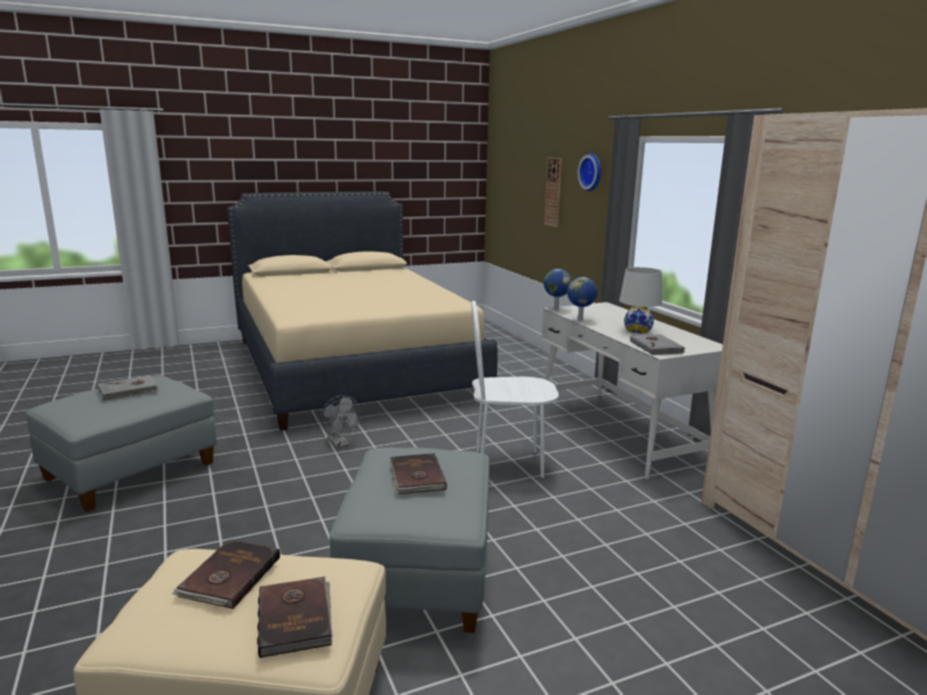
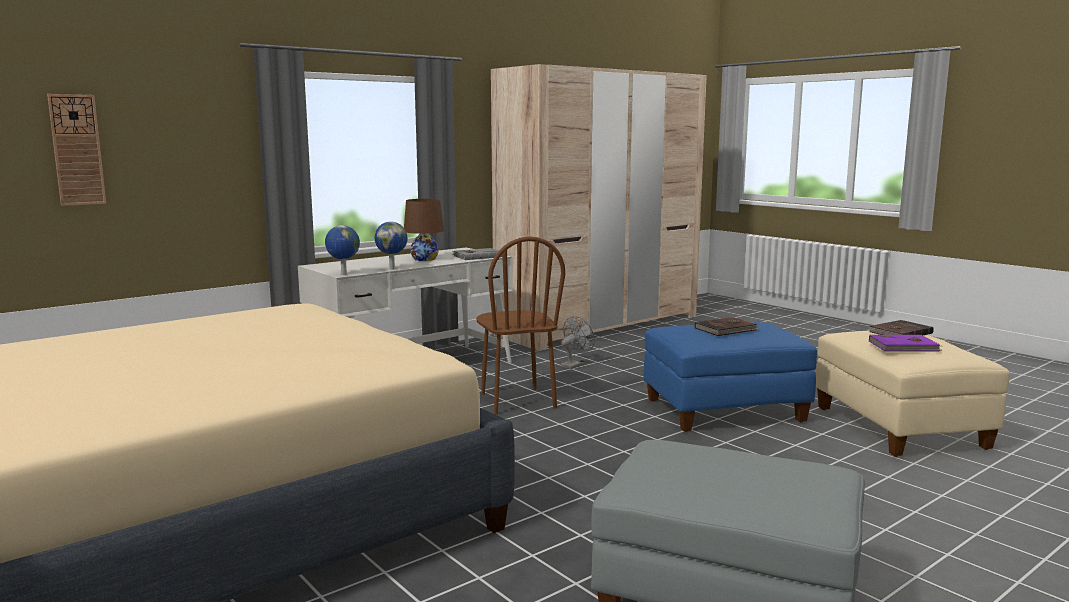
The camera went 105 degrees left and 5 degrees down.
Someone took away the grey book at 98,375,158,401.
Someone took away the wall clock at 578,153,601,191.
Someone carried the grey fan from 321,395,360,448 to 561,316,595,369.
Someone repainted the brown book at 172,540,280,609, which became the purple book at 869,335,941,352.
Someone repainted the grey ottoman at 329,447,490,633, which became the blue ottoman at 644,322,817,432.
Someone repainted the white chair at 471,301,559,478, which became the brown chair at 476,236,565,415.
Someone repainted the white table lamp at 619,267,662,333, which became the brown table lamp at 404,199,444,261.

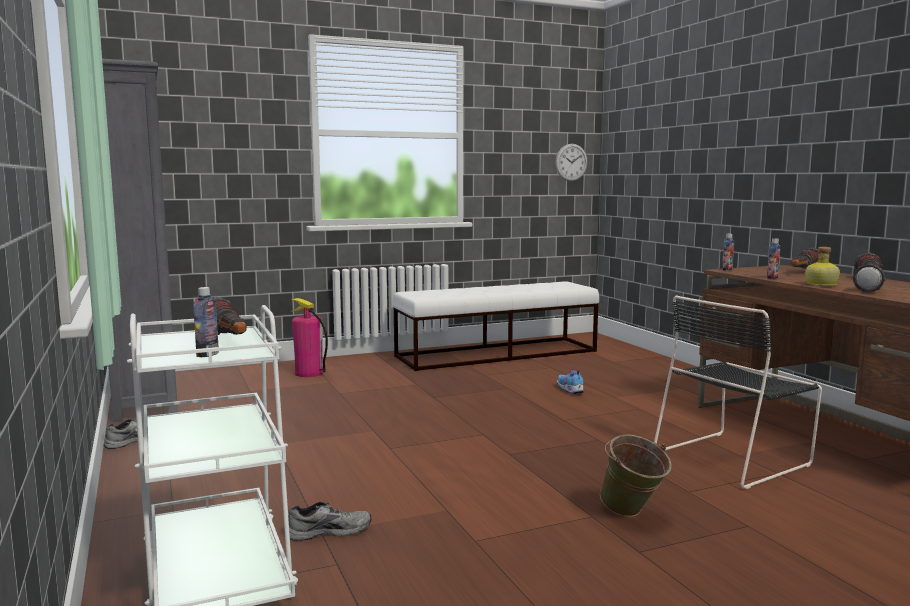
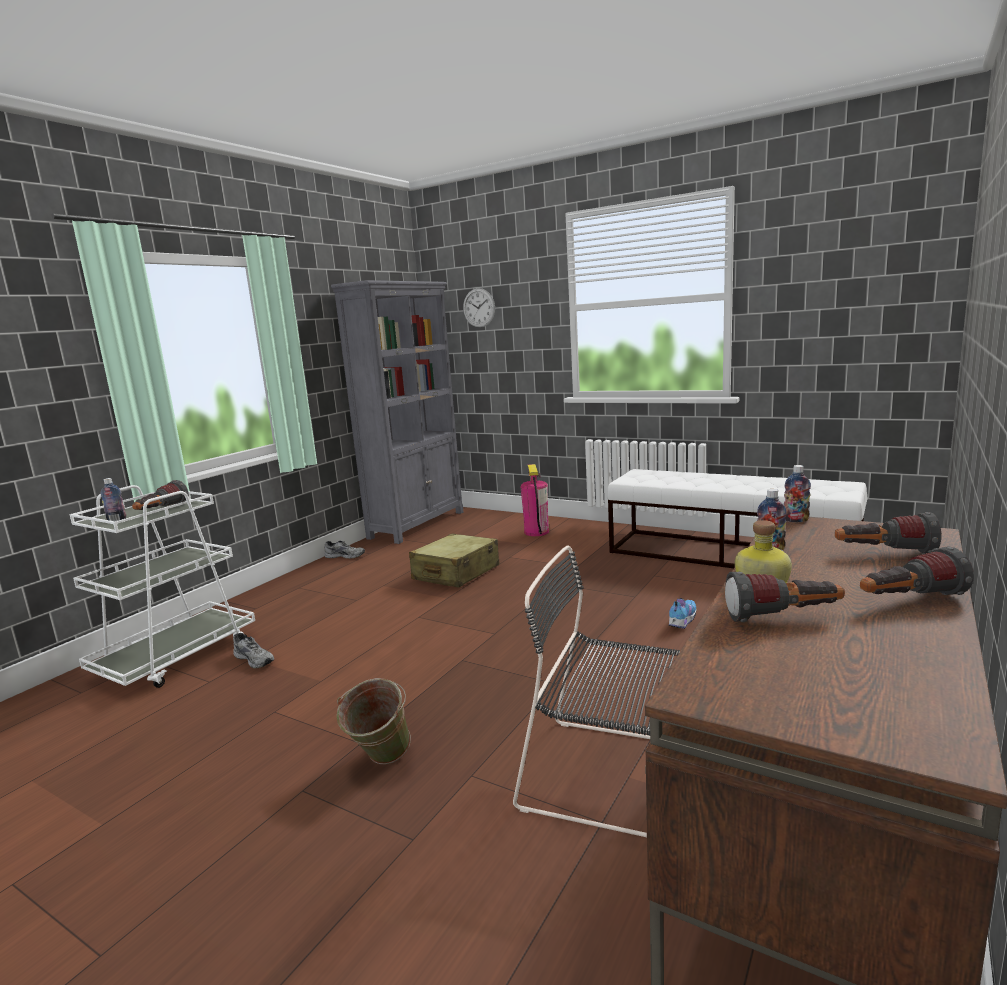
The camera went 55 degrees right and 5 degrees up.
Someone put down the beige suitcase at 409,533,499,587.
Someone carried the wall clock from 555,144,587,181 to 463,288,495,328.

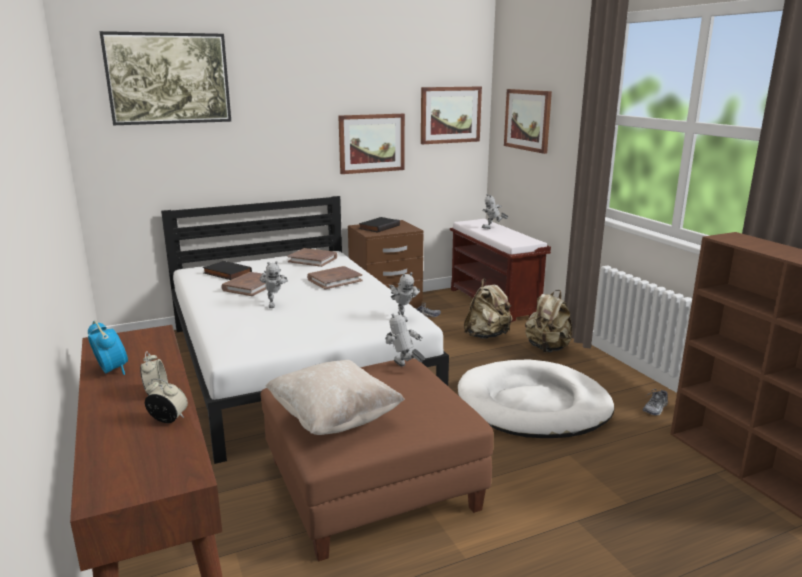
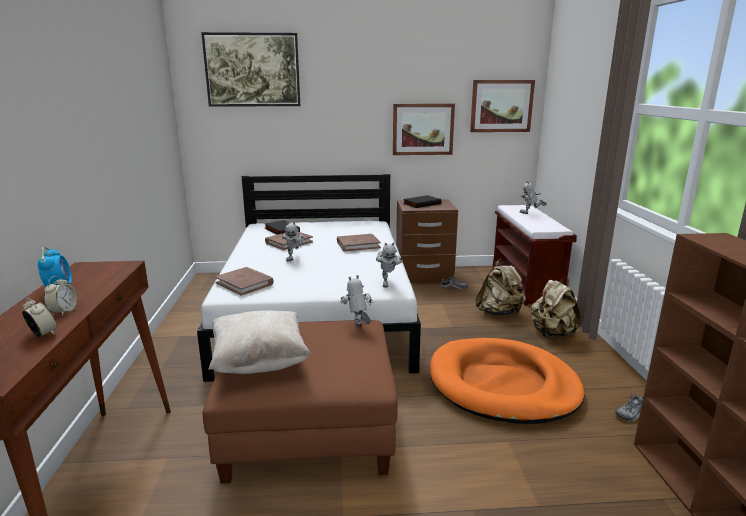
The camera went 20 degrees right and 0 degrees up.
Someone took away the picture at 504,89,552,154.
Someone carried the brown book from 287,248,337,267 to 215,267,274,296.
Someone repainted the white dog bed at 458,360,614,438, which became the orange dog bed at 430,338,585,424.

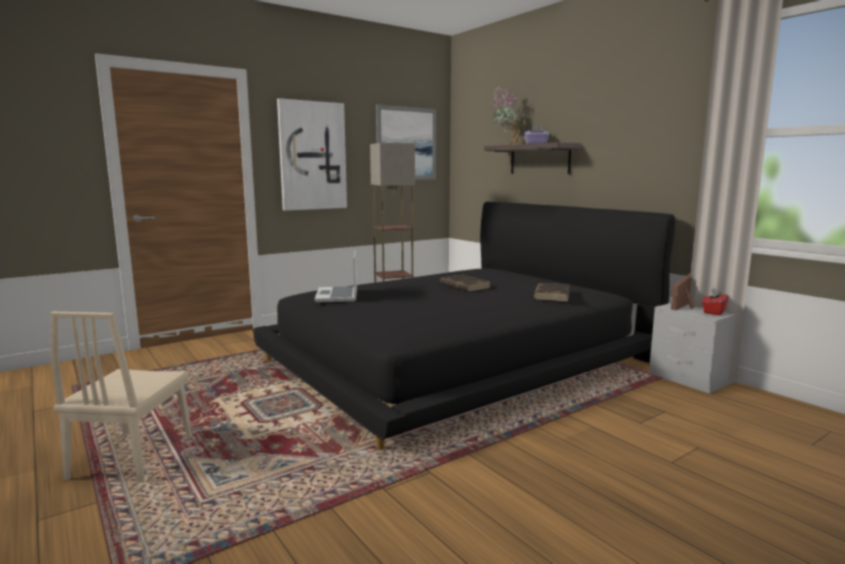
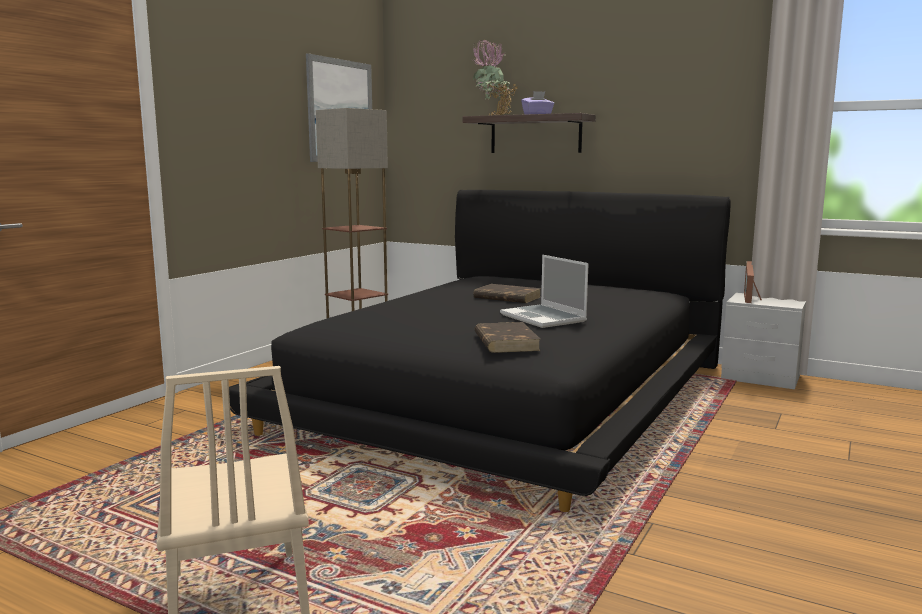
The camera went 25 degrees left and 0 degrees up.
Someone took away the picture at 277,98,347,211.
Someone took away the red tissue box at 702,288,728,315.
Someone carried the laptop from 314,250,357,302 to 500,255,589,328.
Someone carried the brown book from 534,283,570,302 to 475,322,541,353.

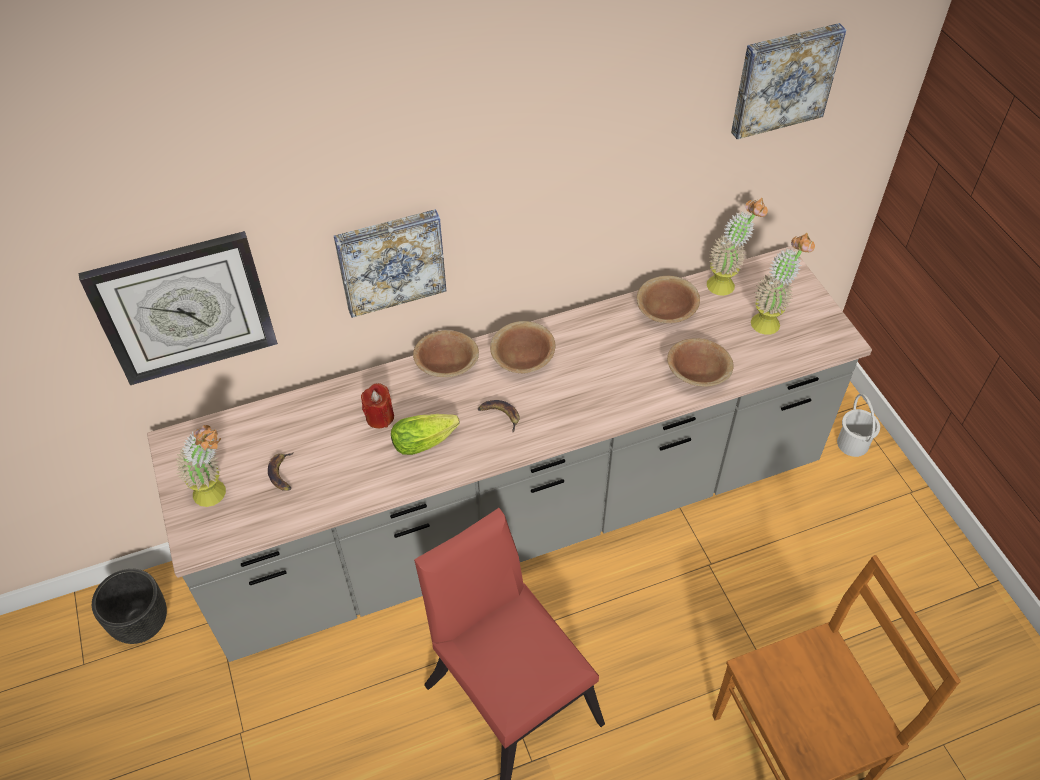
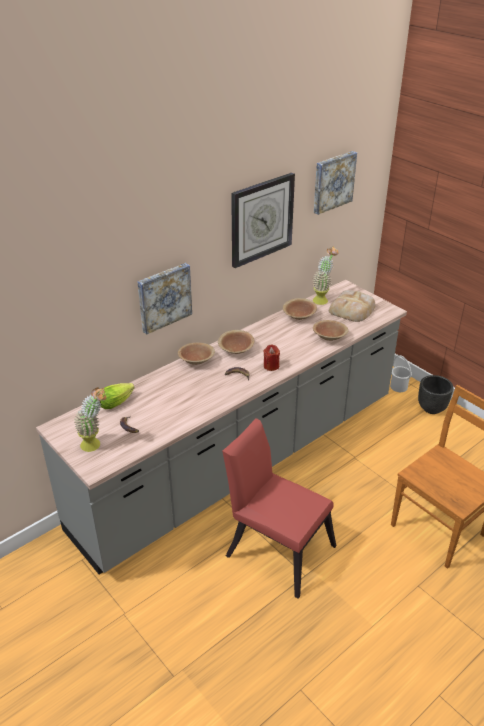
The camera went 20 degrees left and 15 degrees down.
Someone carried the wall clock from 78,231,278,385 to 231,173,295,268.
Someone carried the black planter from 92,569,167,644 to 418,375,453,414.
Someone carried the red candle from 361,383,394,428 to 264,345,280,371.
Someone carried the lettuce from 391,414,460,455 to 100,383,135,409.
Someone swapped the potted plant at 751,233,815,335 for the bread at 329,290,376,322.

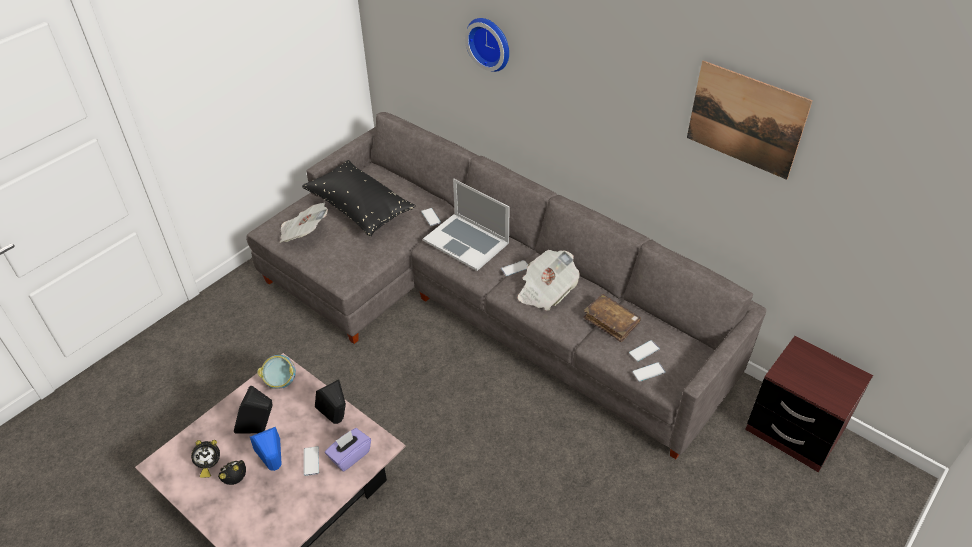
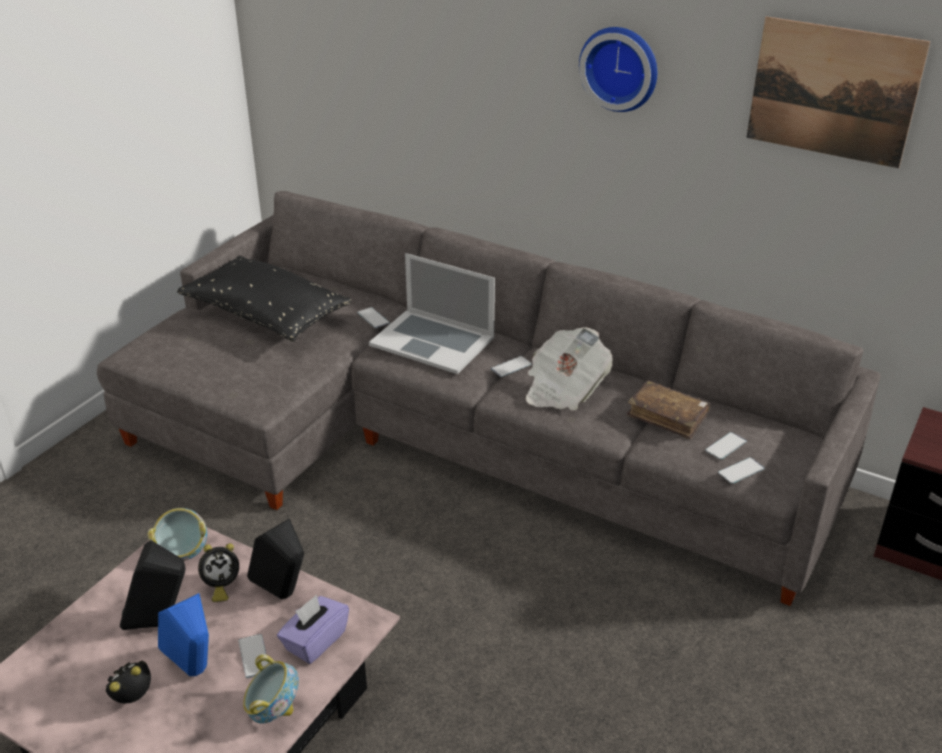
The camera went 10 degrees left and 10 degrees down.
Someone took away the newspaper at 280,202,328,243.
Someone put down the bowl at 243,654,299,724.
Someone carried the alarm clock from 191,440,220,478 to 198,543,239,602.
Someone carried the wall clock from 465,18,509,72 to 579,27,657,112.

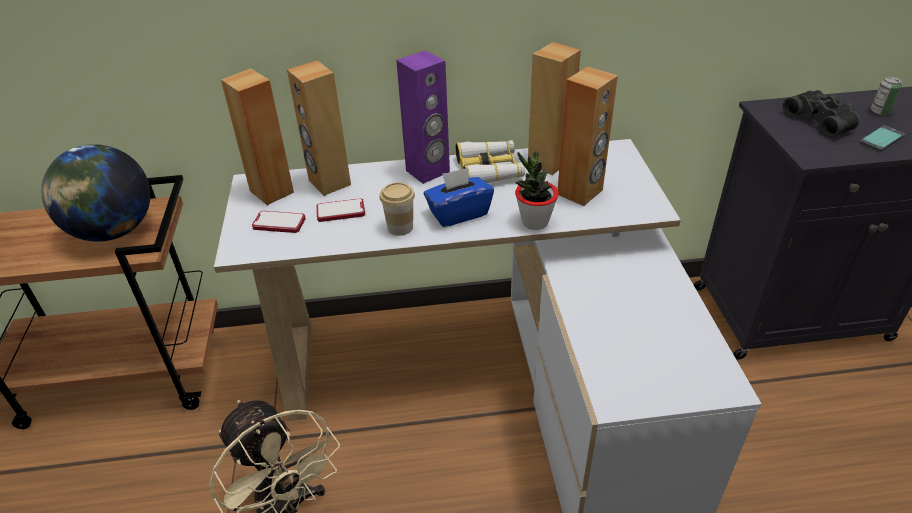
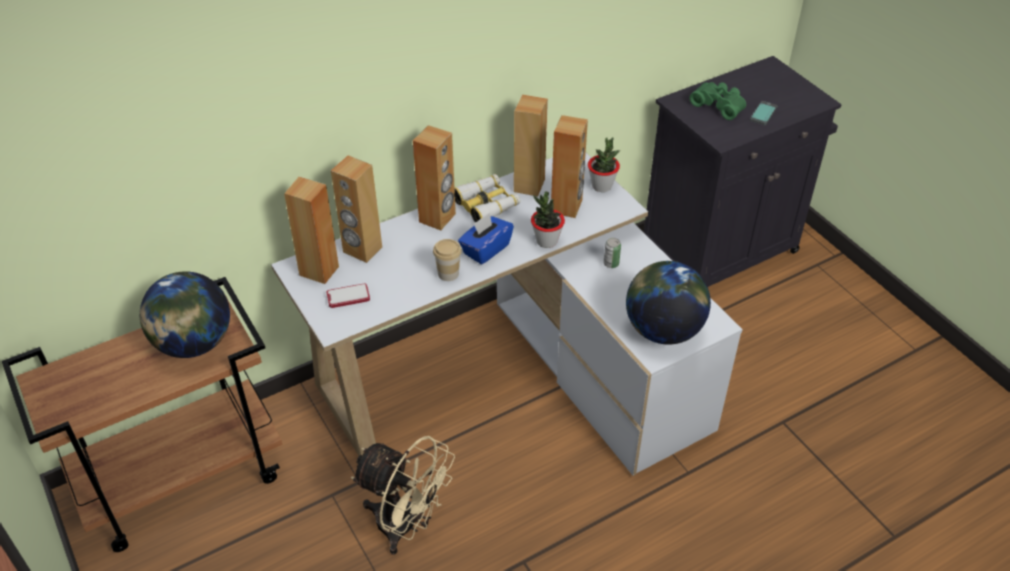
The camera went 25 degrees left and 5 degrees up.
Someone took away the phone at 316,198,365,222.
Someone put down the potted plant at 588,137,620,192.
Someone put down the globe at 626,261,711,345.
Someone carried the can from 871,76,902,115 to 604,238,621,268.
Someone repainted the purple speaker at 396,51,450,184, which became the brown speaker at 413,125,456,230.
Someone repainted the black binoculars at 783,90,859,138, which became the green binoculars at 689,82,746,120.

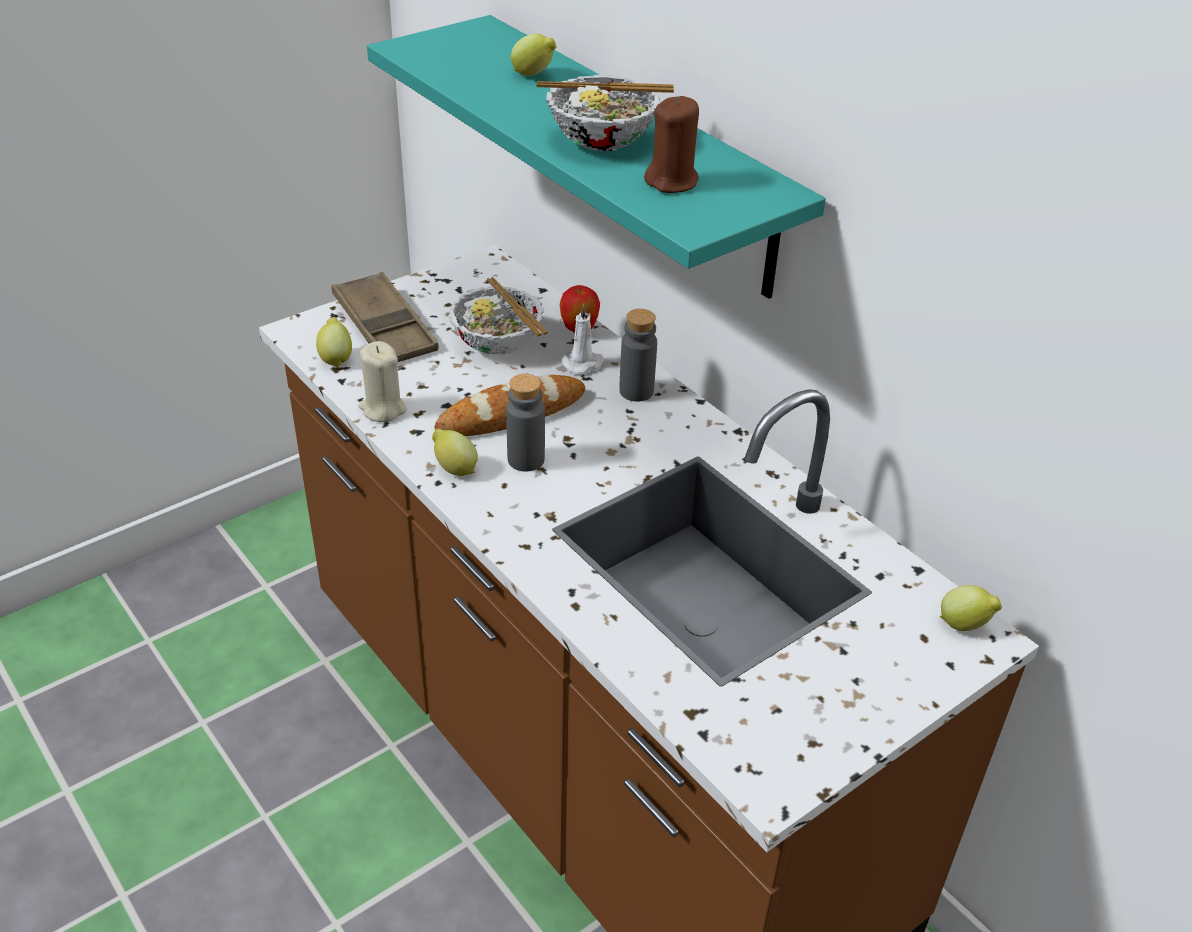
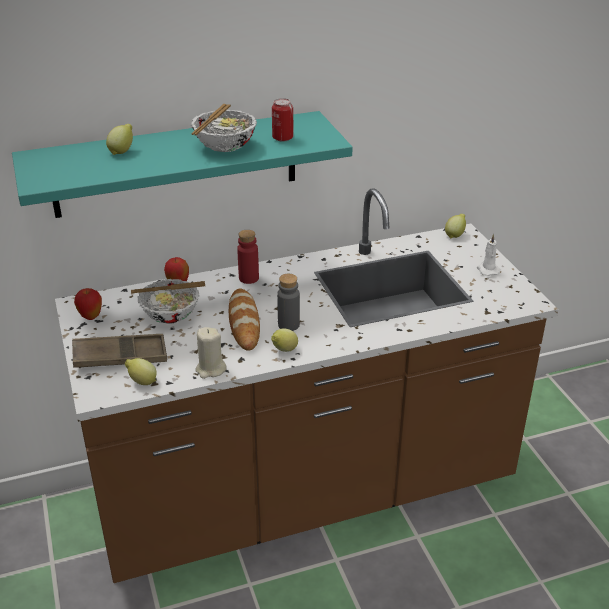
The camera went 70 degrees left and 5 degrees down.
Someone put down the apple at 74,288,102,320.
Someone carried the white candle from 562,304,604,374 to 477,234,501,276.
Someone swapped the brown candle at 644,96,699,193 for the can at 272,98,294,142.
Someone repainted the grey bottle at 619,309,657,402, which became the red bottle at 237,230,259,284.

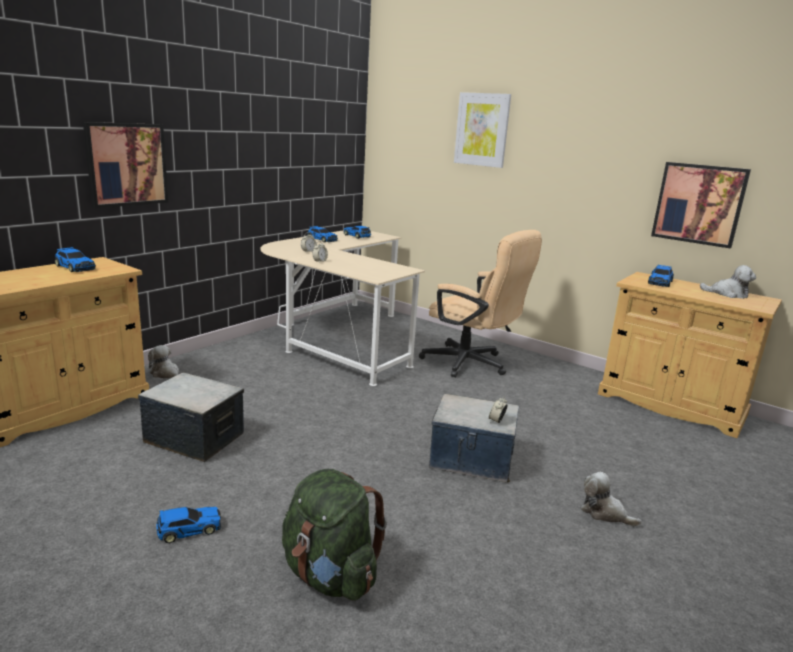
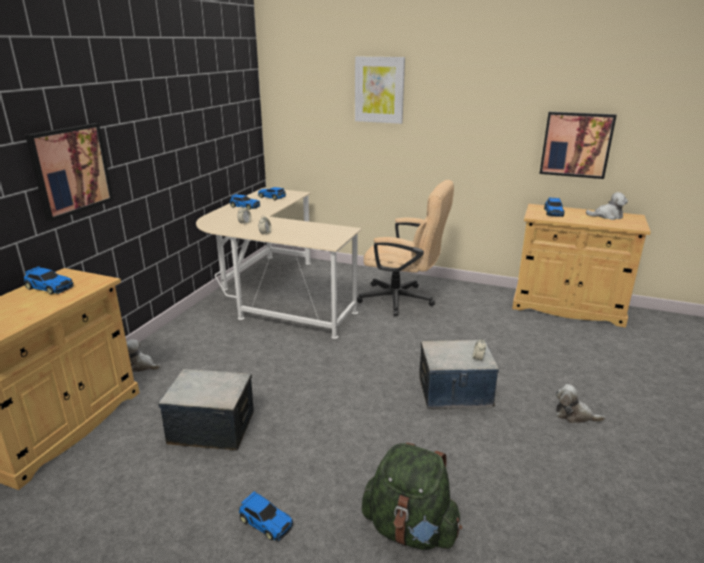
The camera went 15 degrees left and 5 degrees up.
Someone rotated the toy car at 156,507,221,543 by 75 degrees clockwise.

